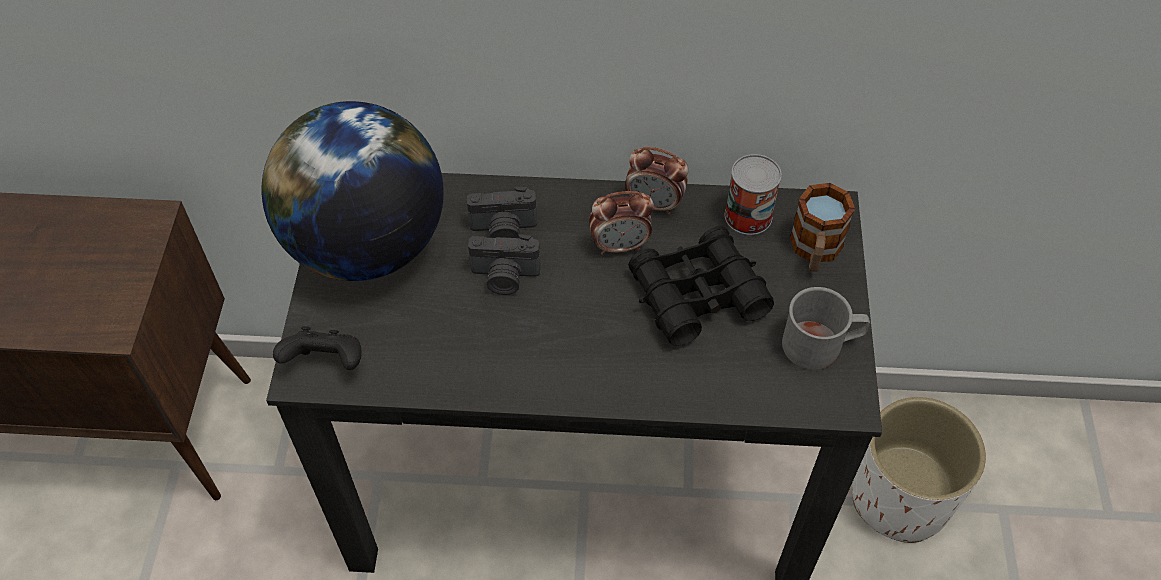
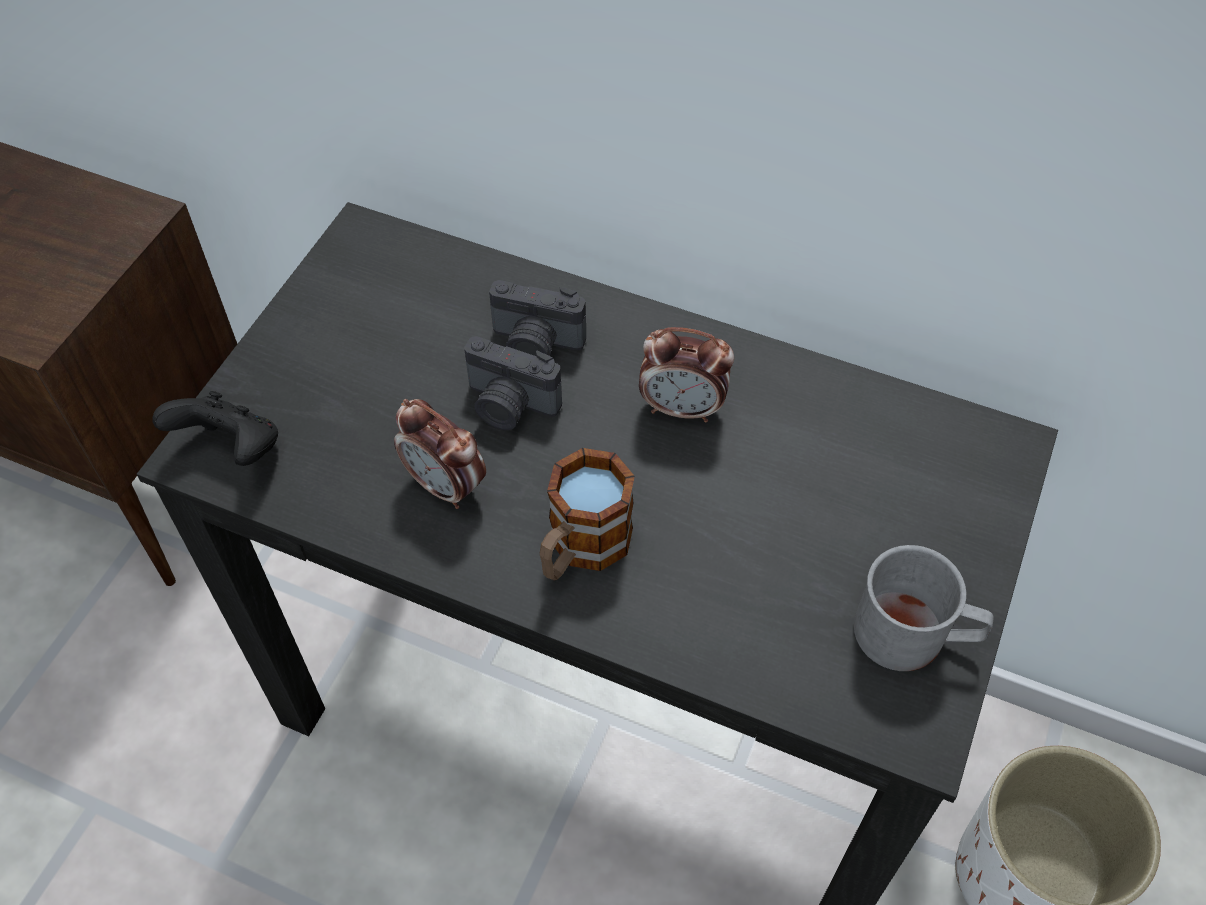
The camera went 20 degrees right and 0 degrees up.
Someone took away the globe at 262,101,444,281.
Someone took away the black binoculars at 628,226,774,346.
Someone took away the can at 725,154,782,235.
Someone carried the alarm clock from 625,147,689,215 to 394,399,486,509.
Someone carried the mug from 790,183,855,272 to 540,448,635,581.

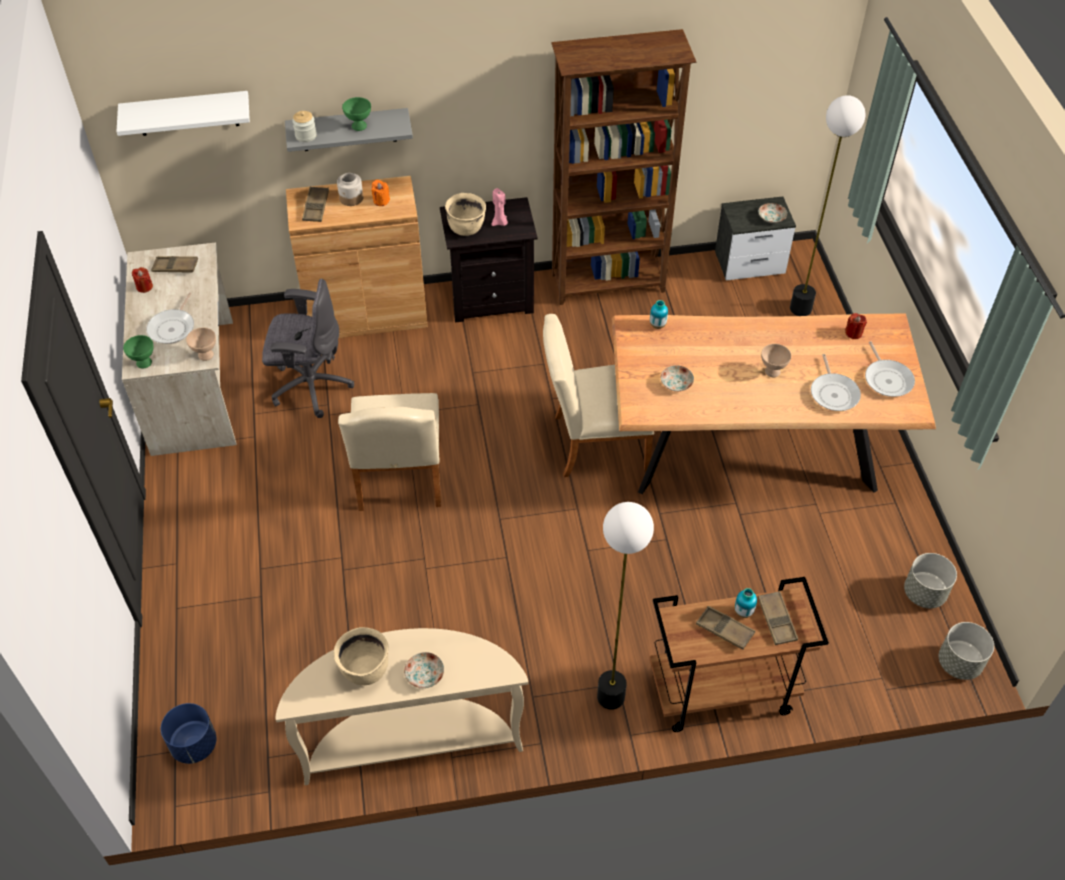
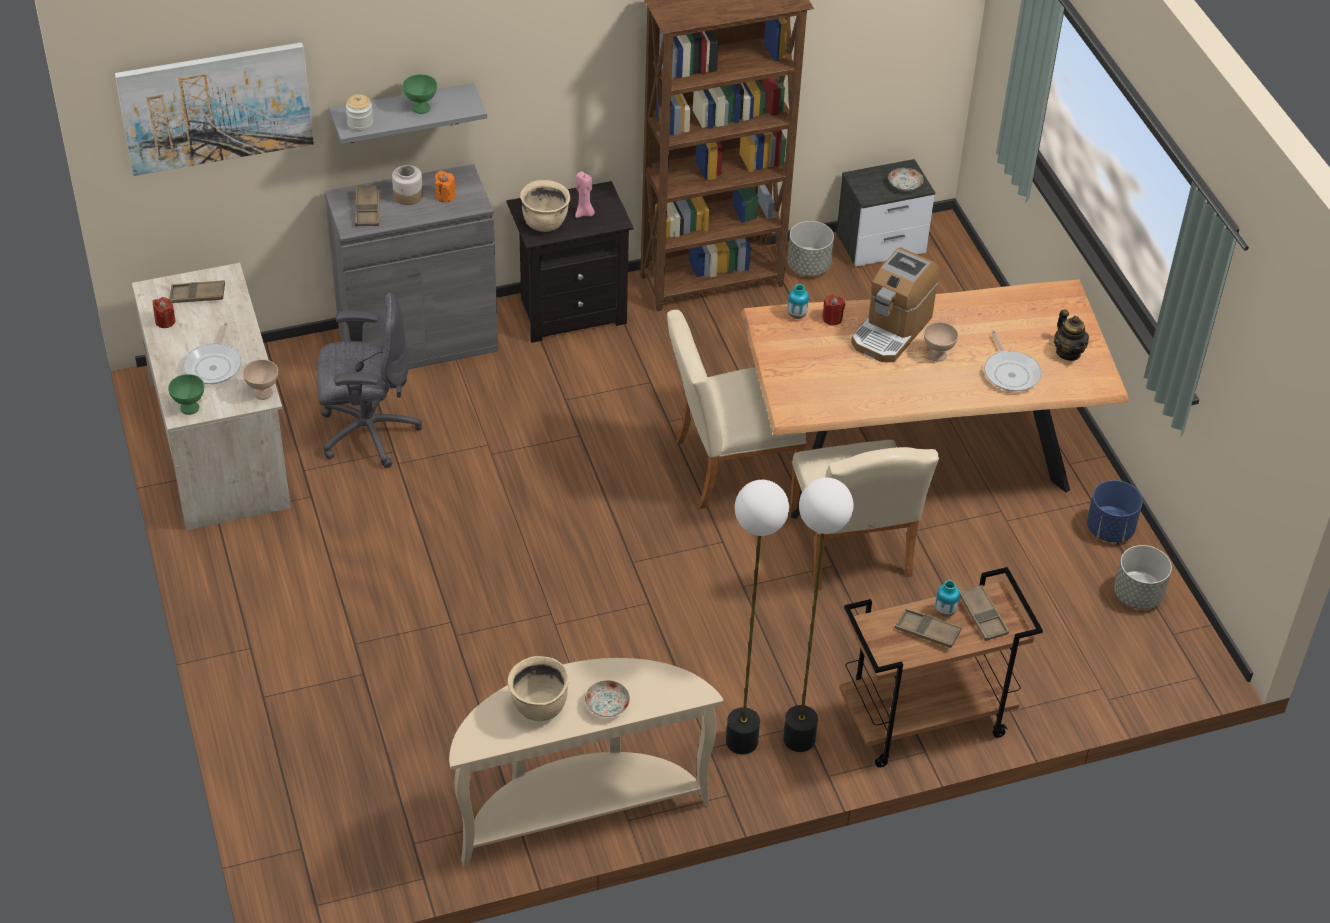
The camera went 10 degrees left and 5 degrees down.
Someone took away the plate at 661,365,694,391.
Someone put down the coffee machine at 851,247,939,362.
Someone carried the blue planter from 161,703,216,764 to 1087,480,1143,543.
Someone carried the beige chair from 338,393,441,511 to 790,440,939,590.
Someone carried the floor lamp from 790,95,866,316 to 726,480,789,755.
Someone carried the red candle from 845,313,867,339 to 822,295,845,326.
Someone carried the grey planter from 939,622,994,680 to 787,221,834,276.
Someone swapped the white shelf at 116,91,250,136 for the picture at 115,42,314,176.
Someone swapped the frying pan at 865,341,915,397 for the teapot at 1054,309,1089,361.
Someone repainted the brown cabinet at 286,176,428,338, which became the grey cabinet at 325,164,498,369.

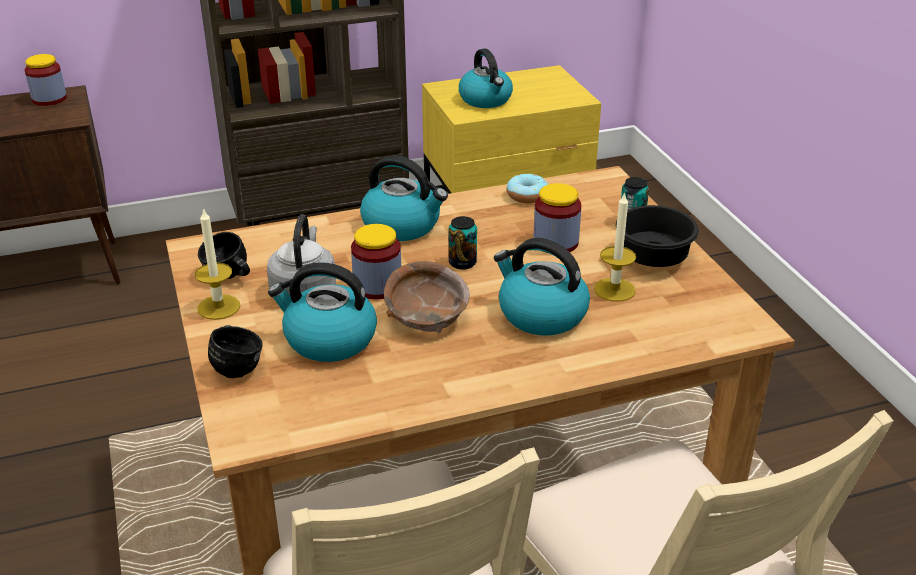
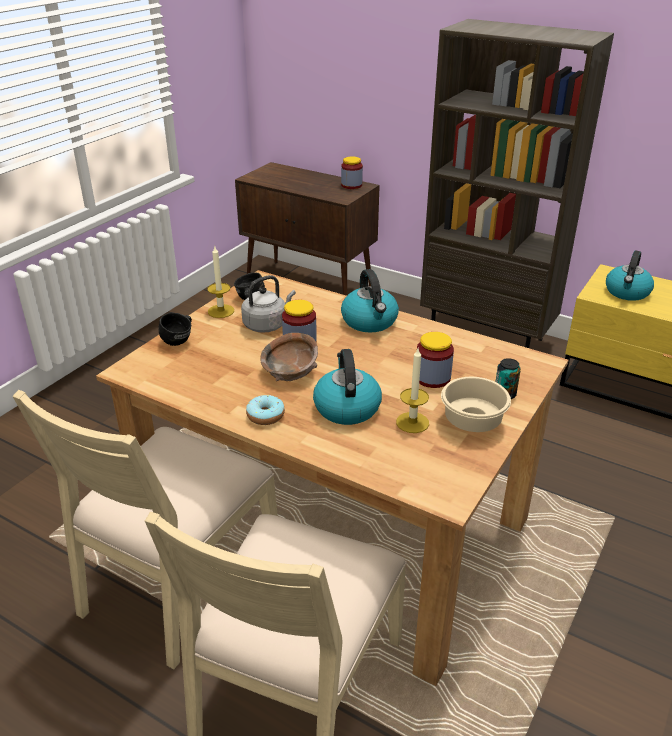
The camera went 50 degrees right and 0 degrees up.
Someone took away the kettle at 268,262,377,362.
Someone took away the can at 449,216,477,270.
Someone carried the donut from 507,173,548,203 to 246,395,285,425.
Someone repainted the black bowl at 616,205,699,267, which became the beige bowl at 441,377,511,432.

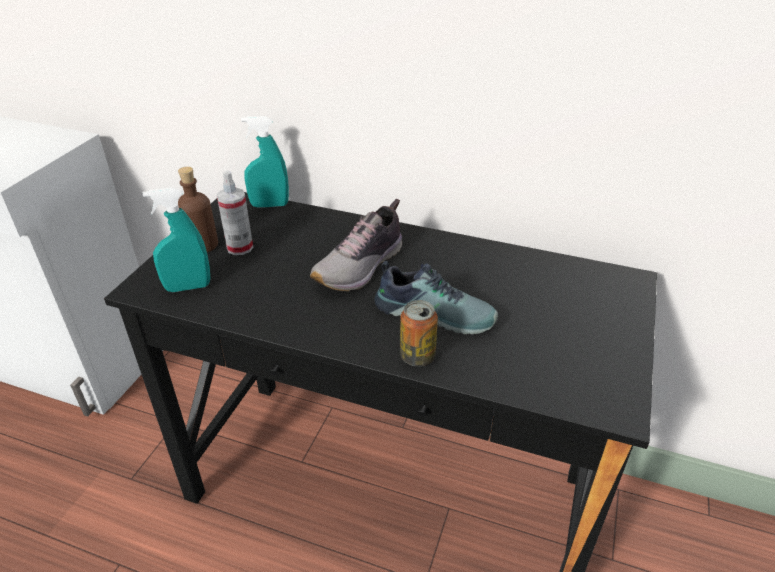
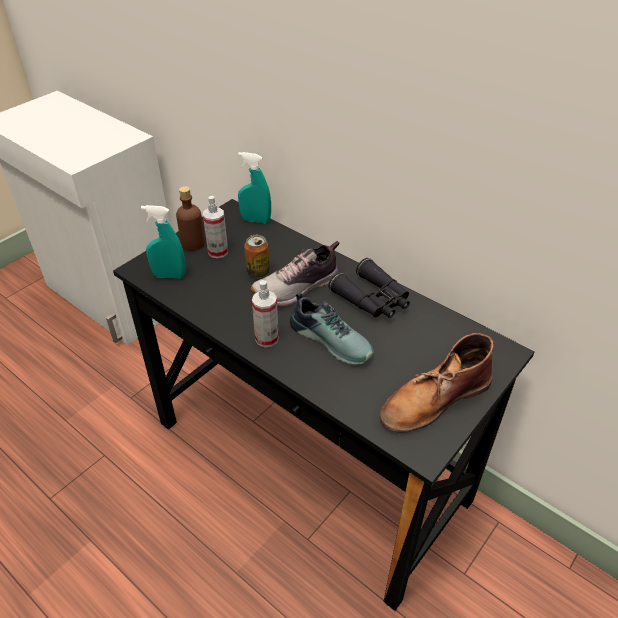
The camera went 20 degrees right and 5 degrees up.
Someone put down the spray bottle at 252,280,279,347.
Someone put down the black binoculars at 328,258,410,318.
Someone put down the brown boot at 379,333,494,433.
Someone carried the can from 400,300,438,366 to 244,235,270,278.

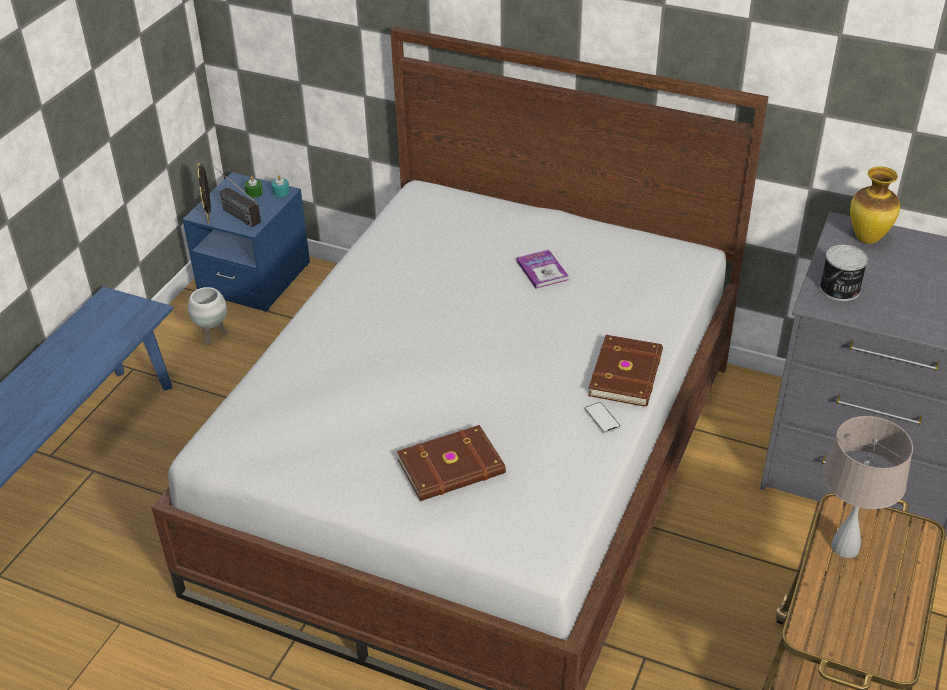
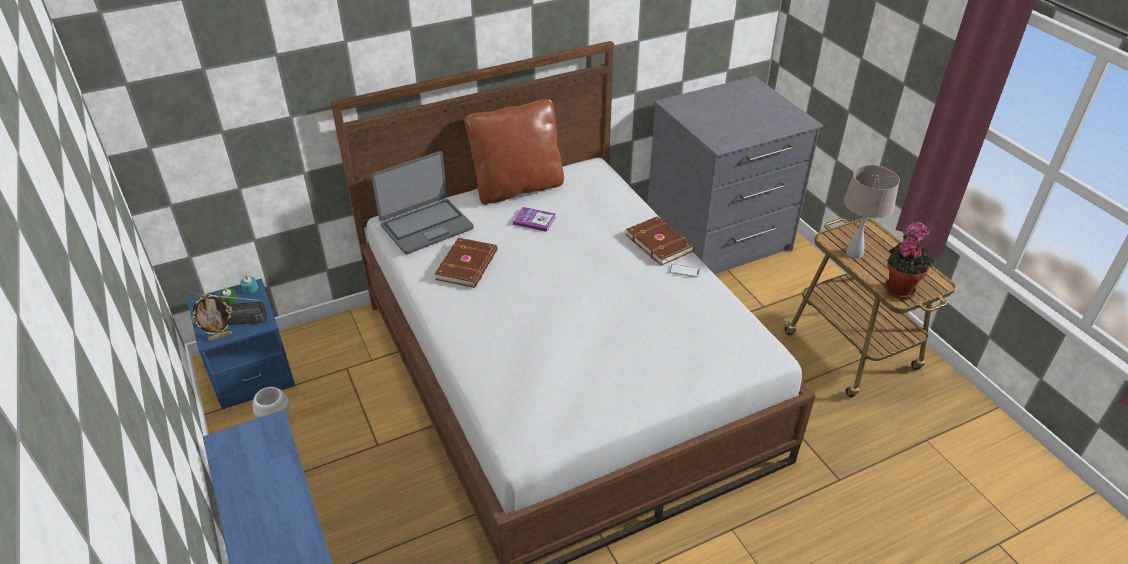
The camera went 50 degrees left and 0 degrees up.
Someone took away the can at 819,245,868,301.
Someone took away the vase at 850,166,900,244.
Someone put down the laptop at 371,151,474,254.
Someone put down the brown pillow at 465,99,564,205.
Someone put down the potted plant at 884,222,934,299.
Someone carried the brown book from 397,425,506,501 to 435,238,498,288.
Someone rotated the picture frame at 197,163,211,224 by 60 degrees counterclockwise.

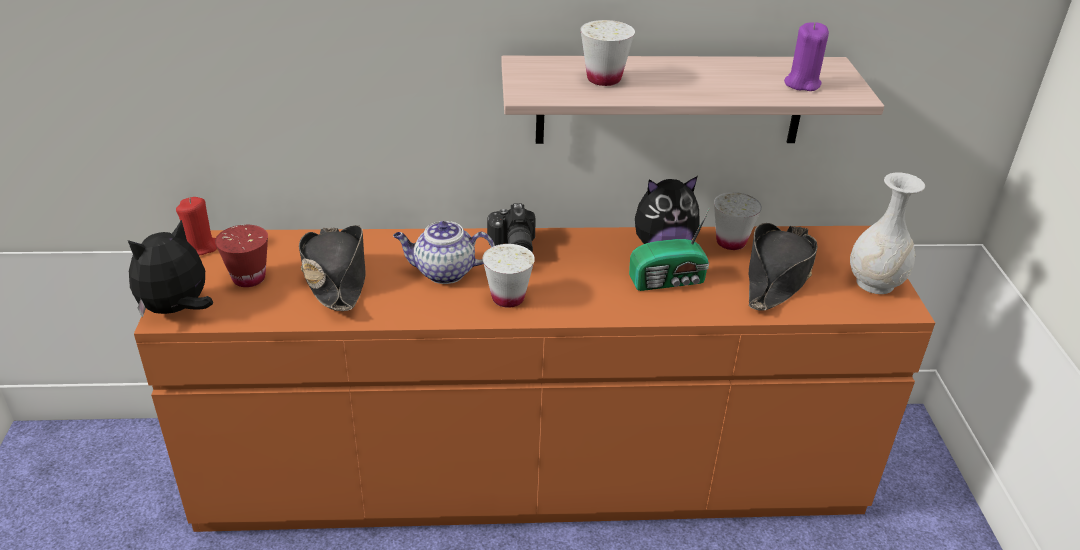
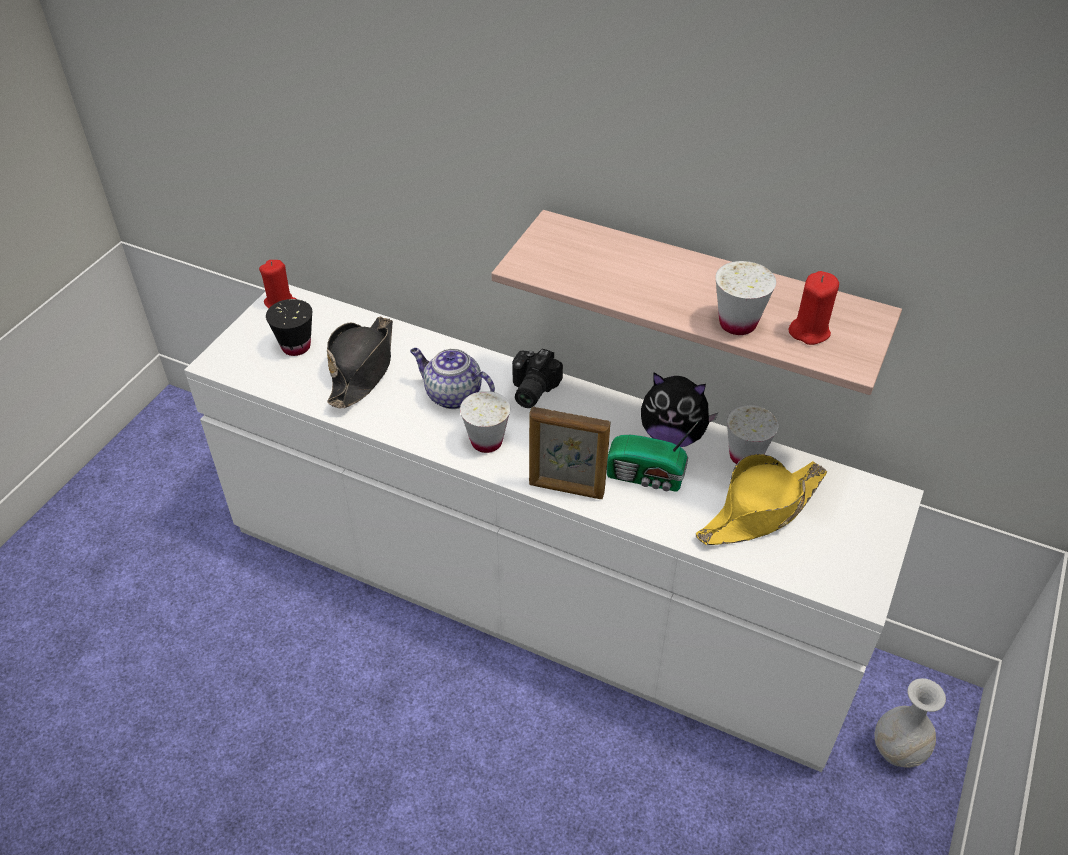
The camera went 30 degrees right and 10 degrees up.
Someone took away the plush toy at 128,220,213,317.
Someone put down the picture frame at 529,407,610,499.
Someone carried the white cup from 580,20,635,86 to 715,261,776,335.
Someone carried the white vase from 850,173,925,294 to 874,678,946,768.
Someone repainted the orange dresser at 134,226,935,532, which became the white dresser at 184,284,924,772.
Someone repainted the red cup at 215,225,268,287, which became the black cup at 266,299,312,356.
Someone repainted the black hat at 749,223,817,311, which became the yellow hat at 696,454,827,545.
Someone repainted the purple candle at 784,22,829,91, which became the red candle at 788,271,839,345.

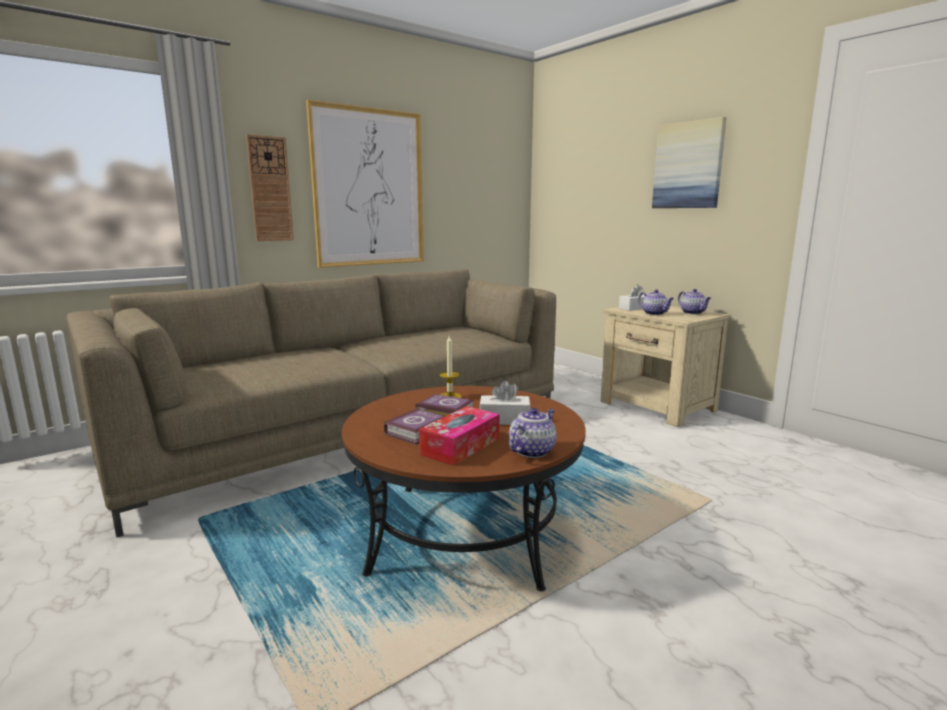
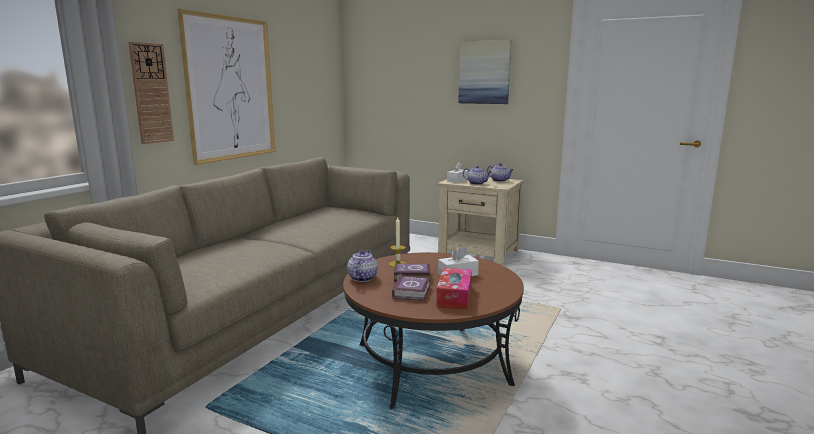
The camera went 25 degrees left and 0 degrees up.
Someone carried the teapot from 509,408,557,458 to 347,250,378,282.

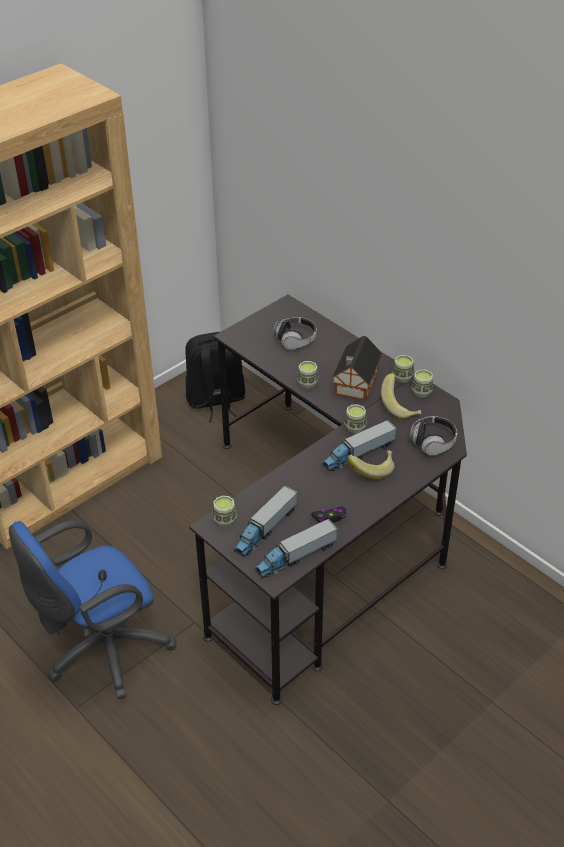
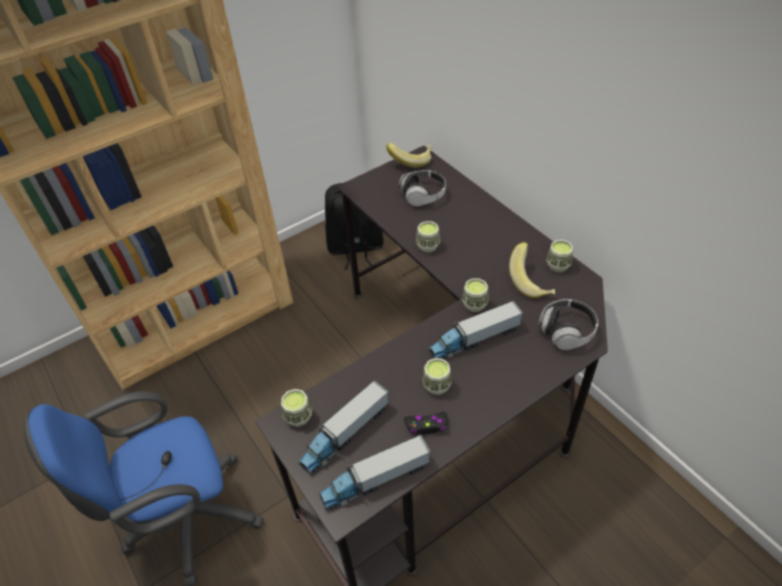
The camera went 10 degrees right and 5 degrees up.
Someone took away the toy house at 332,336,382,401.
Someone carried the banana from 347,451,395,479 to 387,143,432,167.
Someone carried the cup from 392,355,414,383 to 422,358,452,395.

